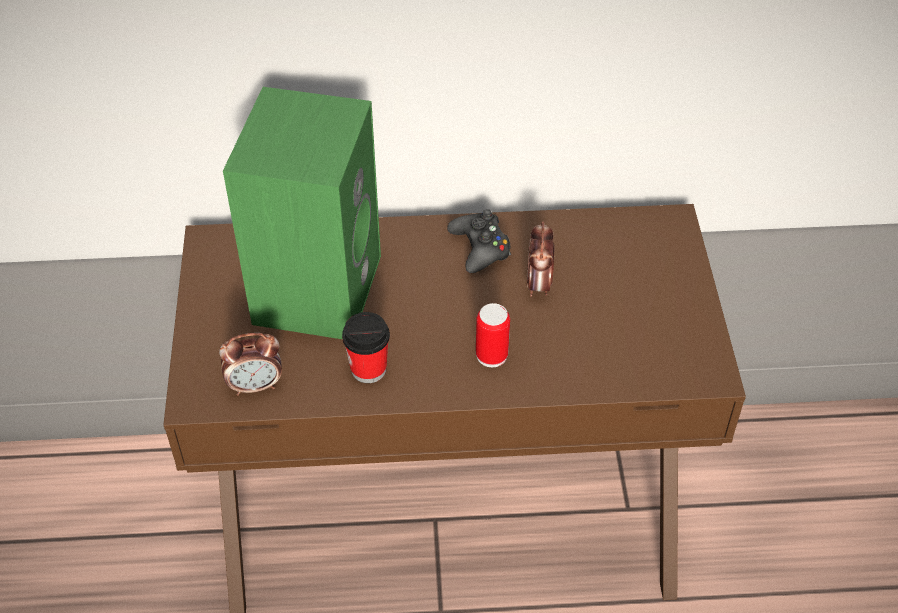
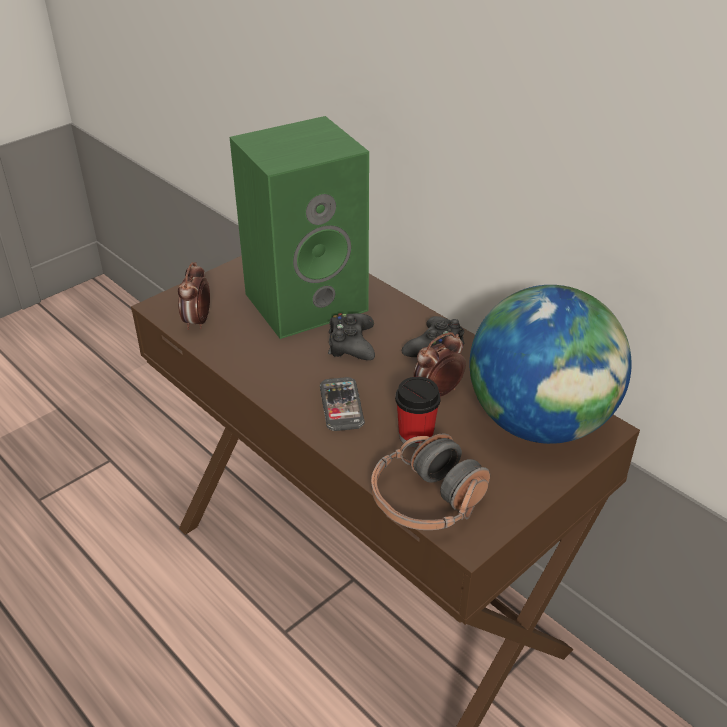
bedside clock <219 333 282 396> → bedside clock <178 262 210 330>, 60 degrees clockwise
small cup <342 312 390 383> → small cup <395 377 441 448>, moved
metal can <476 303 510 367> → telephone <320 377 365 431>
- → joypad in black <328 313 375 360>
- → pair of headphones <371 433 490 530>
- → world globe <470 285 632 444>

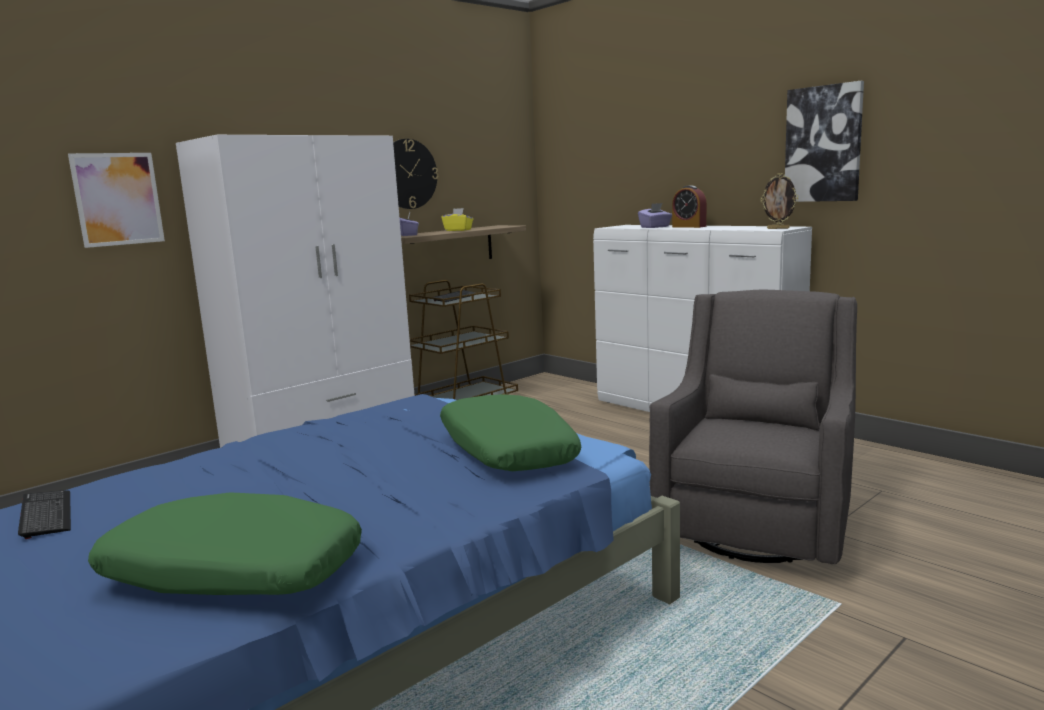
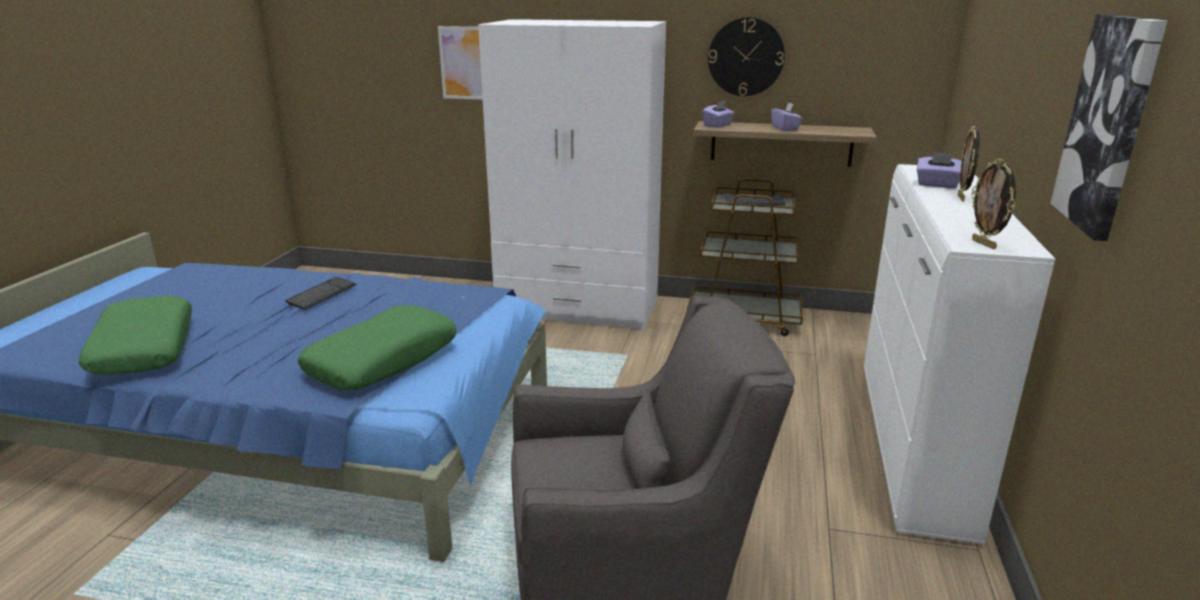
keyboard <18 490 71 539> → keyboard <285 277 356 310>, moved
box of tissues in yellow-coloured <441 208 473 231> → box of tissues in purple-coloured <771 102 802 131>
bedside clock <672 185 707 228> → photo frame <958 126 980 202>

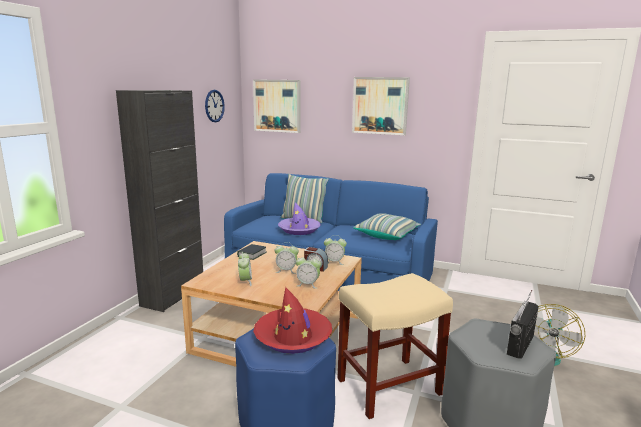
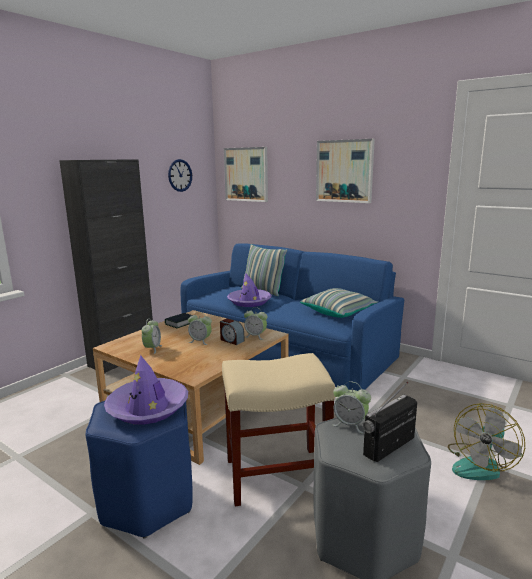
clothing hat in red-coloured <253 287 332 354> → clothing hat in purple-coloured <104 355 188 425>
bedside clock <296 254 321 289> → bedside clock <333 381 371 434>, moved

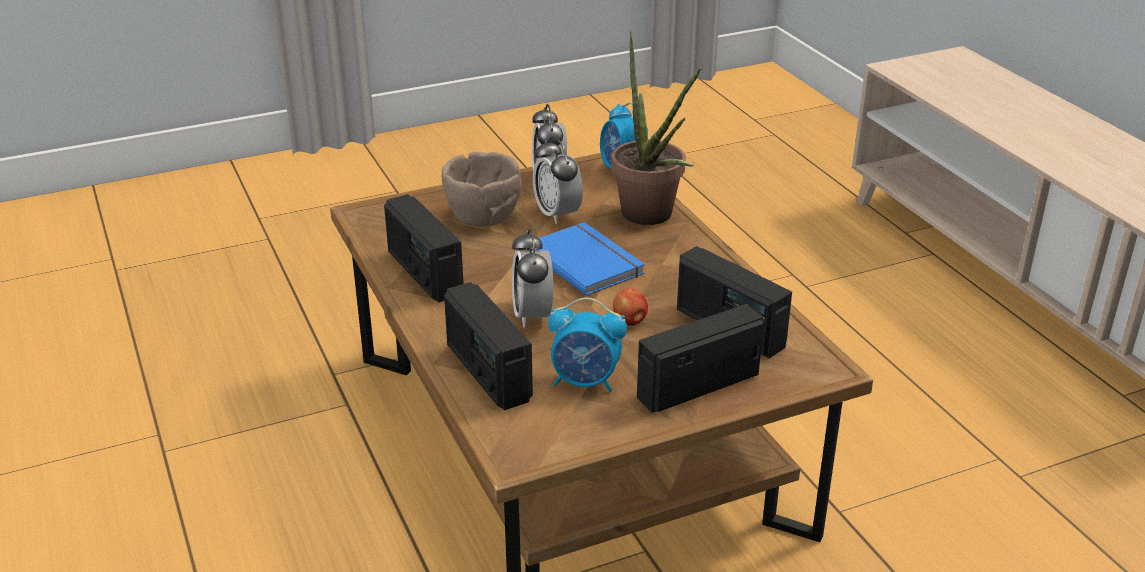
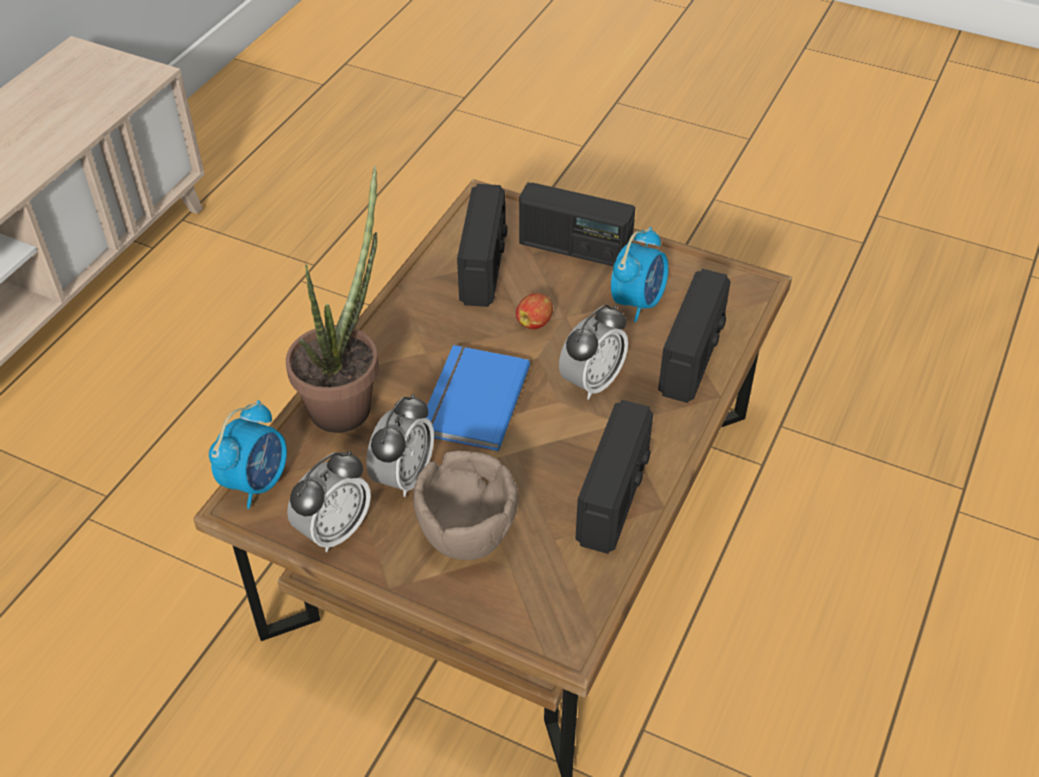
bedside clock <548 297 627 392> → bedside clock <611 227 668 322>, 60 degrees clockwise

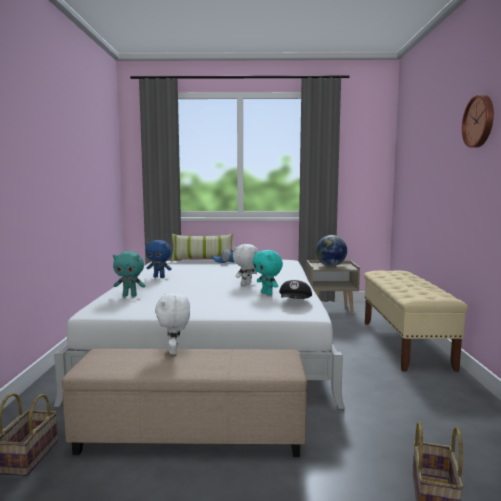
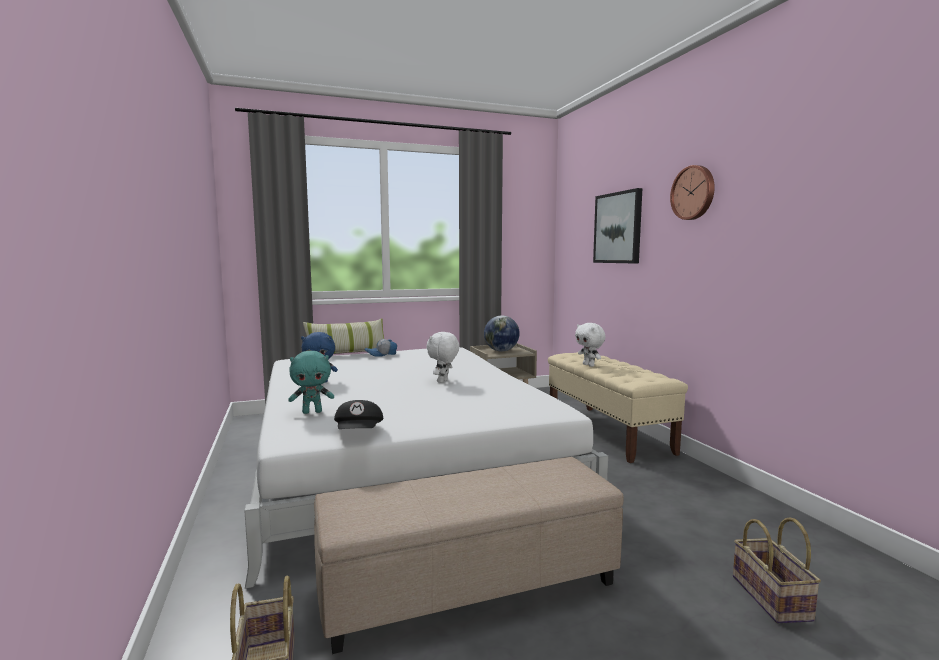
cuddly toy in whitish <155 293 190 355> → cuddly toy in whitish <575 323 606 367>, moved
cuddly toy in turquoise <253 250 283 295> → -
baseball cap in black <279 280 312 299> → baseball cap in black <334 400 384 429>, moved
- → wall art <593 188 642 263>

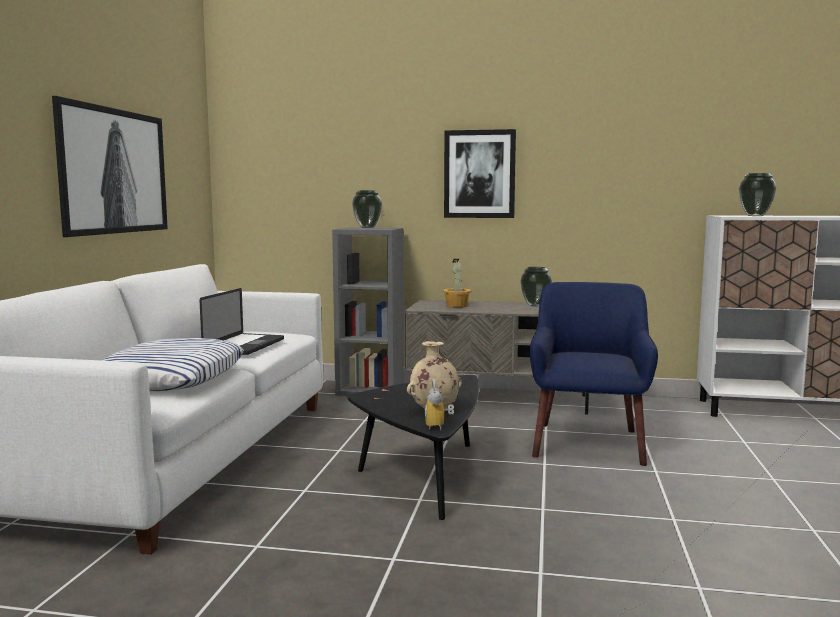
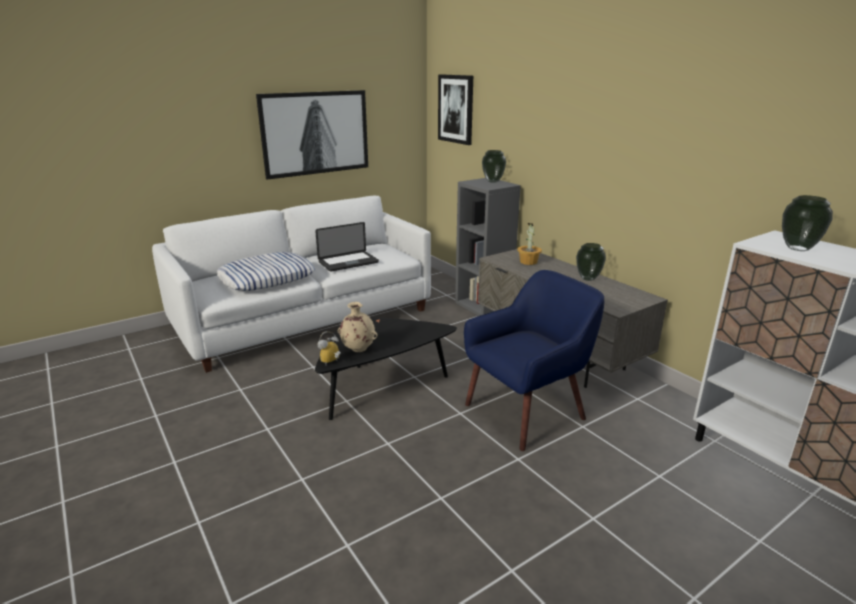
wall art <444 129 516 218> → wall art <438 74 473 145>, moved

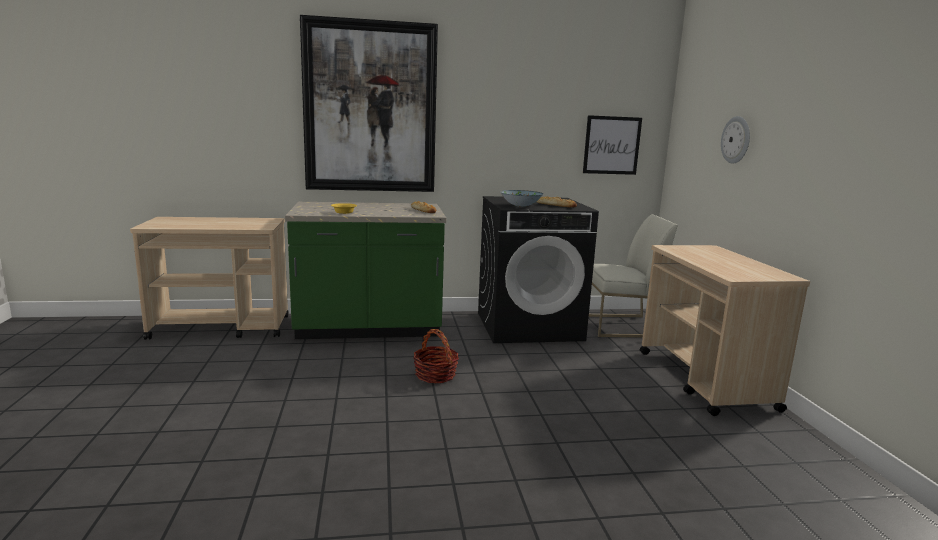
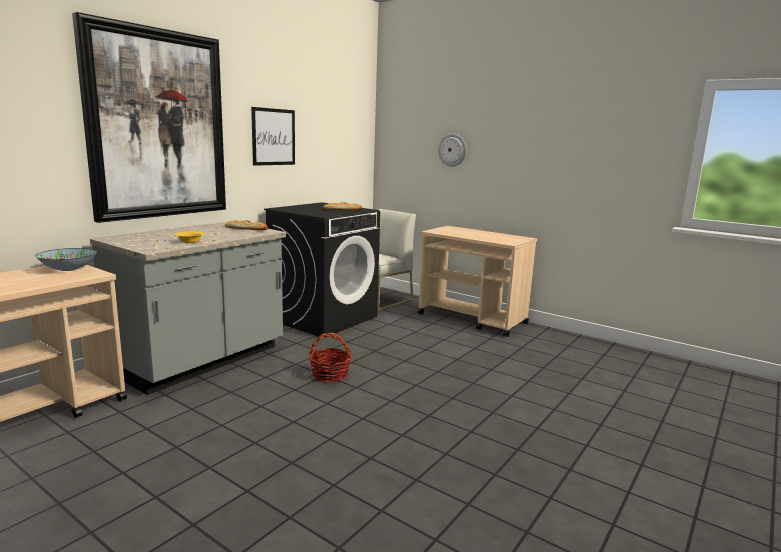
kitchen base unit in green <285 202 446 339> → kitchen base unit in gray <90 221 286 395>
serving bowl <500 190 543 207> → serving bowl <35 248 97 271>, moved
wall art <583 115 642 175> → wall art <251 107 295 166>, moved

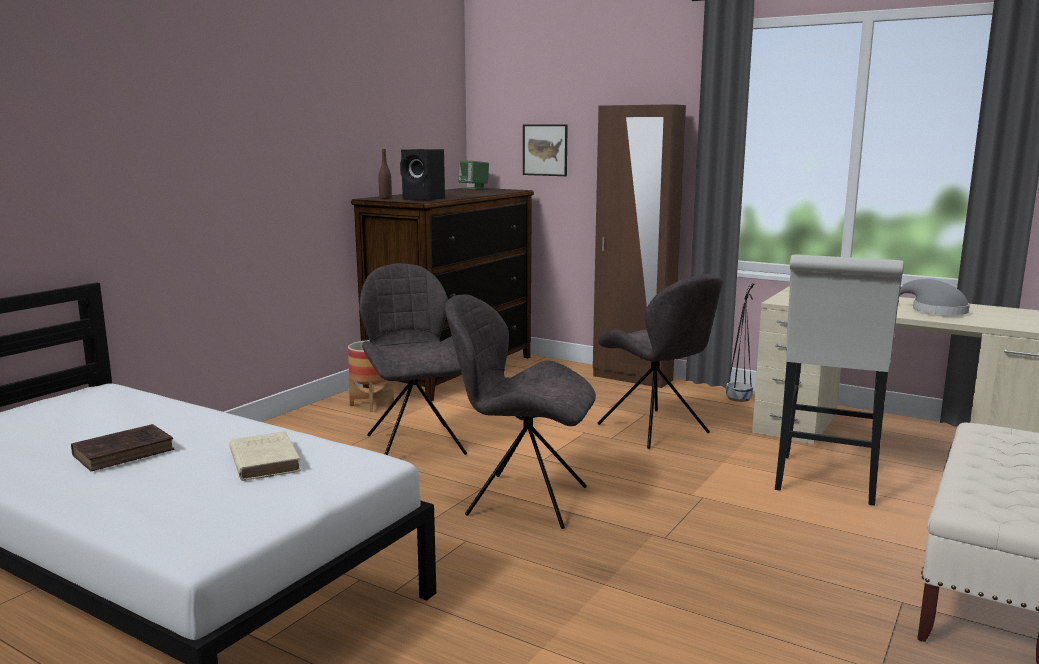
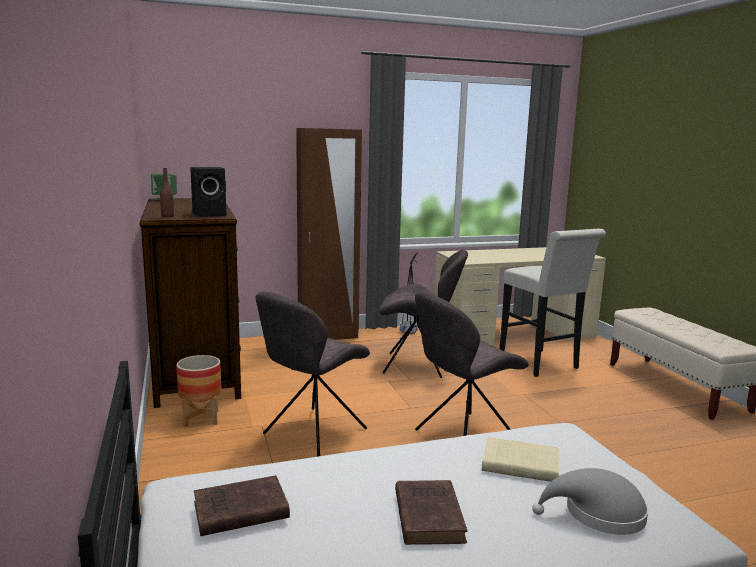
plain chair in gray <359 263 467 455> → plain chair in gray <255 292 370 457>, 75 degrees counterclockwise
wall art <523 124 568 176> → -
clothing hat in gray <898 279 970 315> → clothing hat in gray <532 468 648 535>, moved
- → book in brown <194 475 290 536>

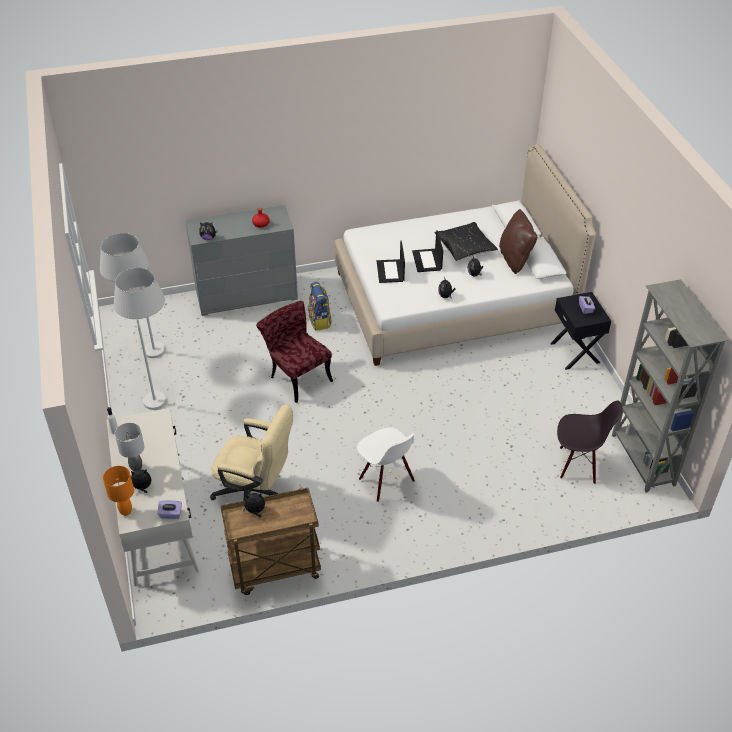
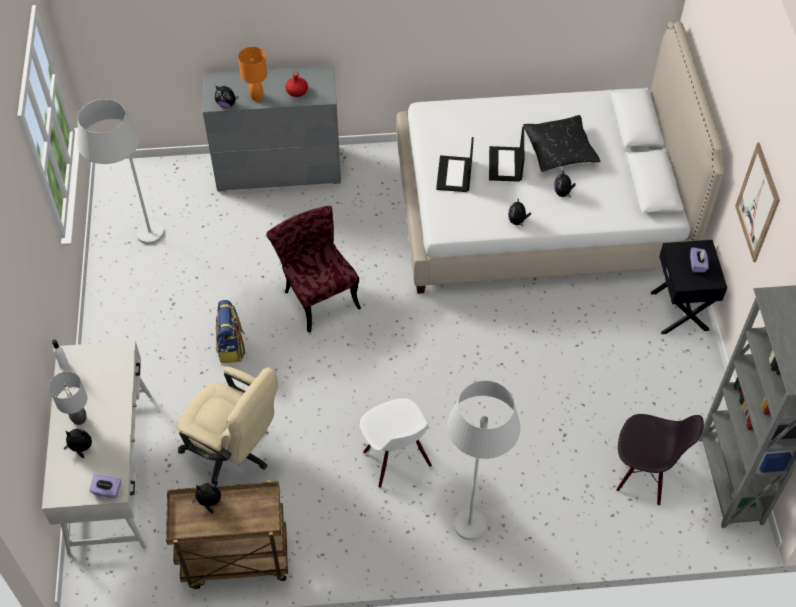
tabletop lamp in orange-coloured <103 466 134 516> → tabletop lamp in orange-coloured <238 47 267 101>, moved
floor lamp in whitish <114 268 166 410> → floor lamp in whitish <447 381 520 540>, moved
knapsack <308 282 332 331> → knapsack <216 300 246 363>, moved
throw pillow in brown <499 209 537 274> → -
- → wall art <735 143 780 262>

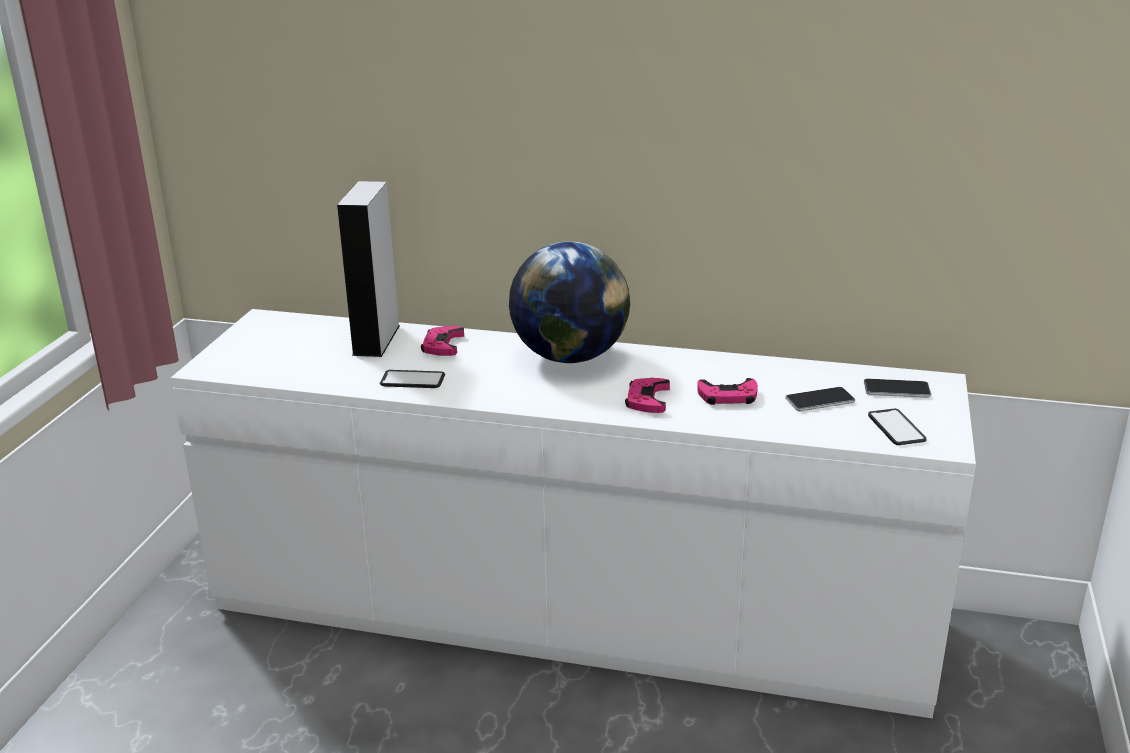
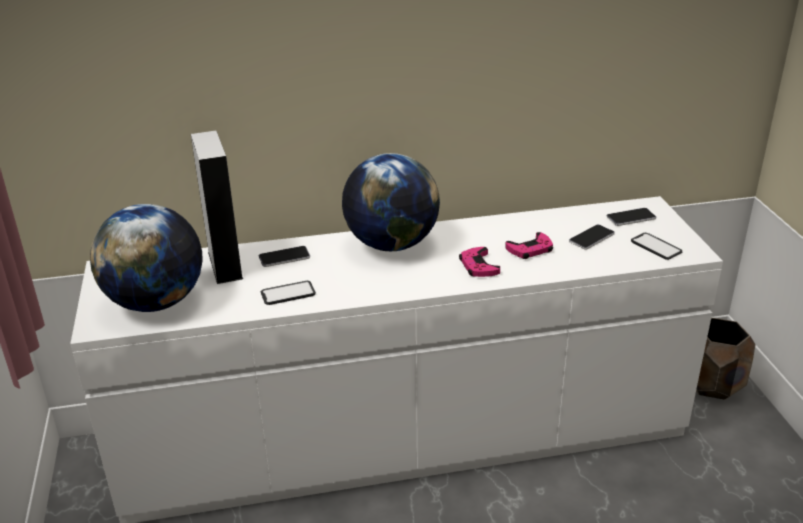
joypad in pink-coloured <421 326 464 356> → telephone <259 246 310 267>
- → world globe <90 204 203 312>
- → planter in brown <696 318 756 400>

